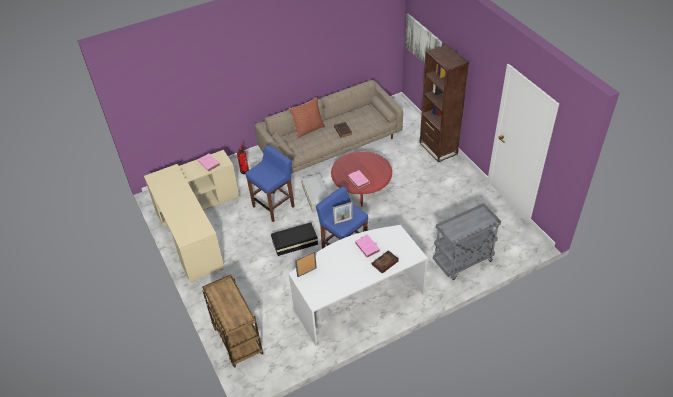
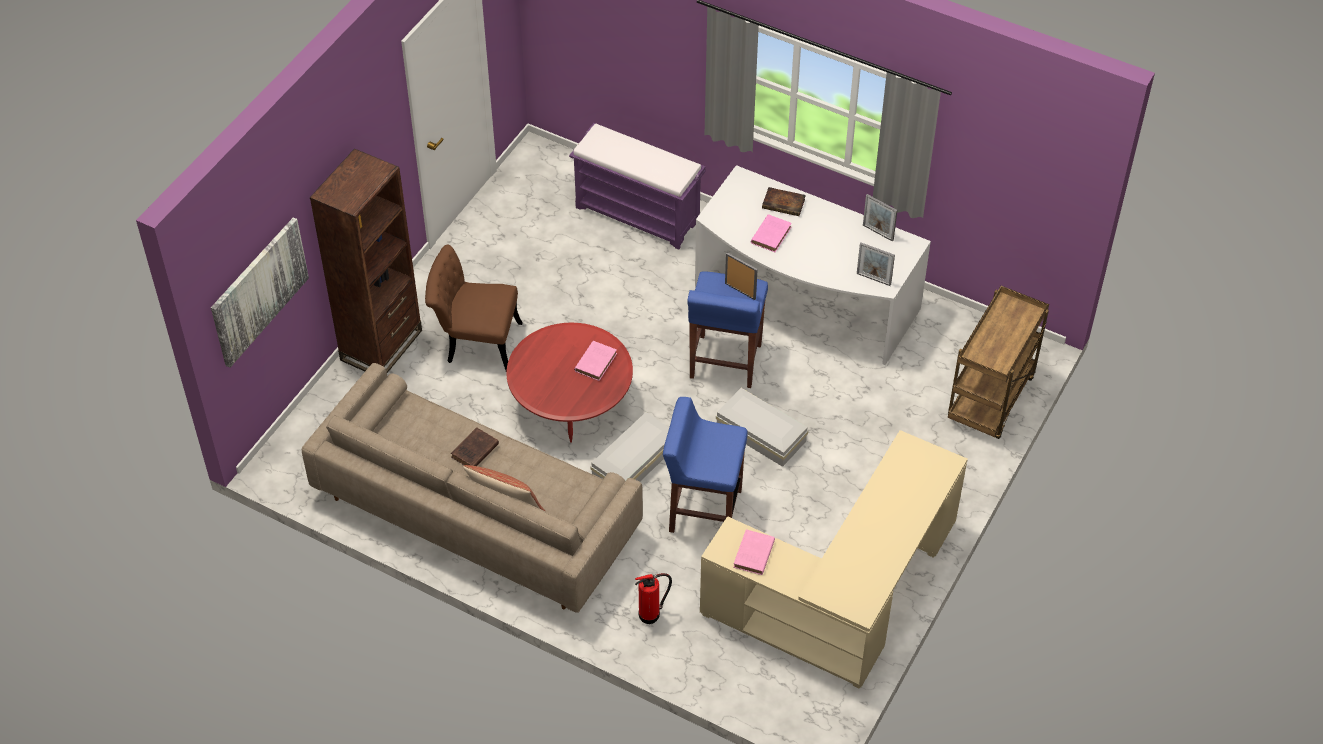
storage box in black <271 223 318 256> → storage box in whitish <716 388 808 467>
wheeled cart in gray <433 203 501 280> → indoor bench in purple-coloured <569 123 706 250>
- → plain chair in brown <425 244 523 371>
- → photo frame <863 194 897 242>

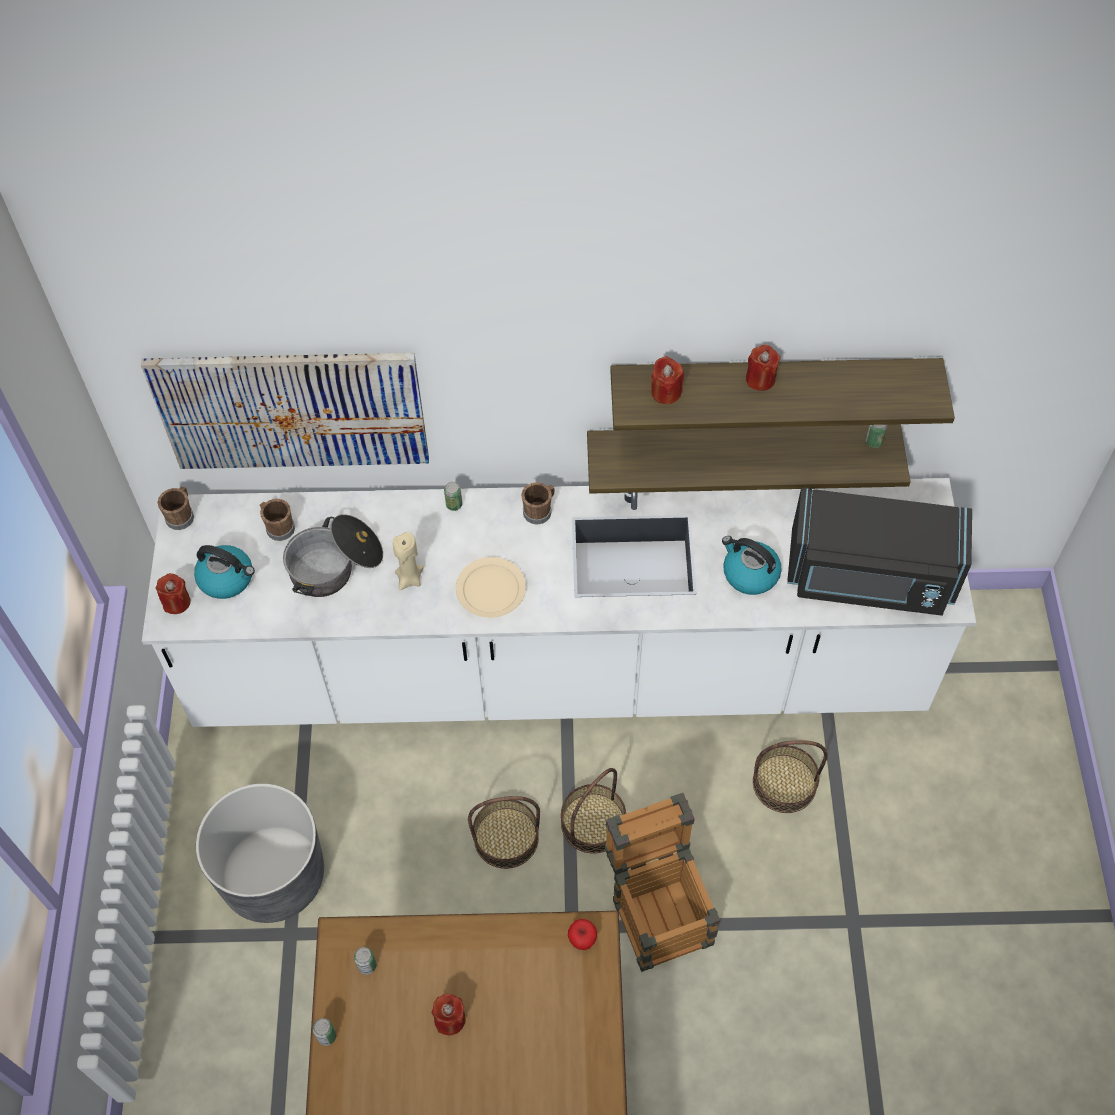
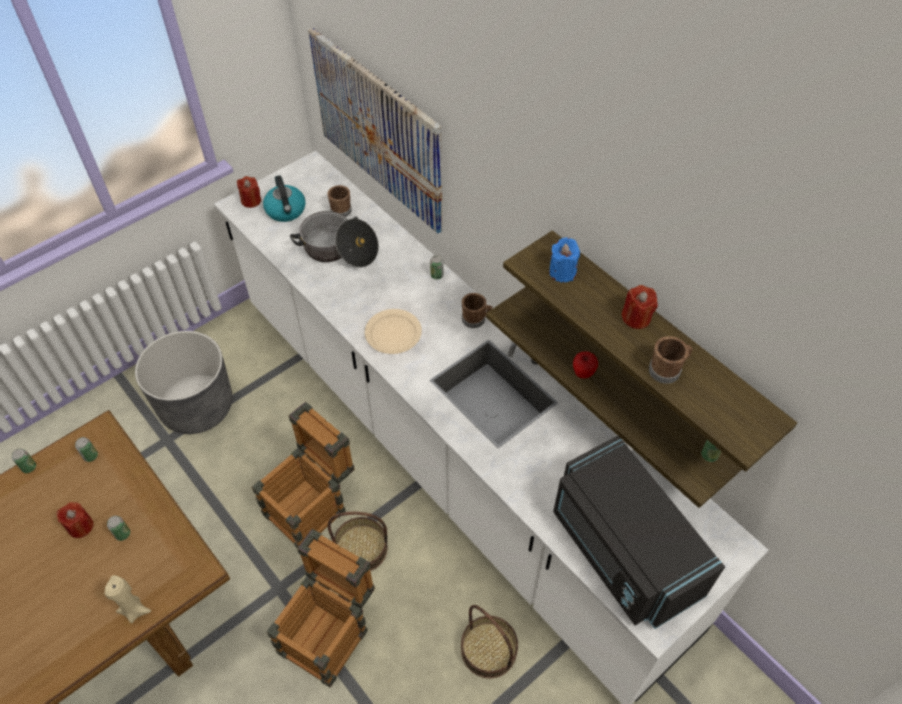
mug in brown <158 487 194 530> → mug in brown <649 336 693 384>, moved
wax candle in sand-coloured <393 532 424 591> → wax candle in sand-coloured <105 575 151 623>, moved
household basket <468 796 540 869> → packing crate <252 402 355 548>
whole apple <568 919 597 950> → whole apple <573 351 598 378>, moved
wax candle in red-coloured <651 356 684 404> → wax candle in blue-coloured <549 237 580 282>
tea kettle <722 536 782 595> → -
- → metal can <107 516 130 541>

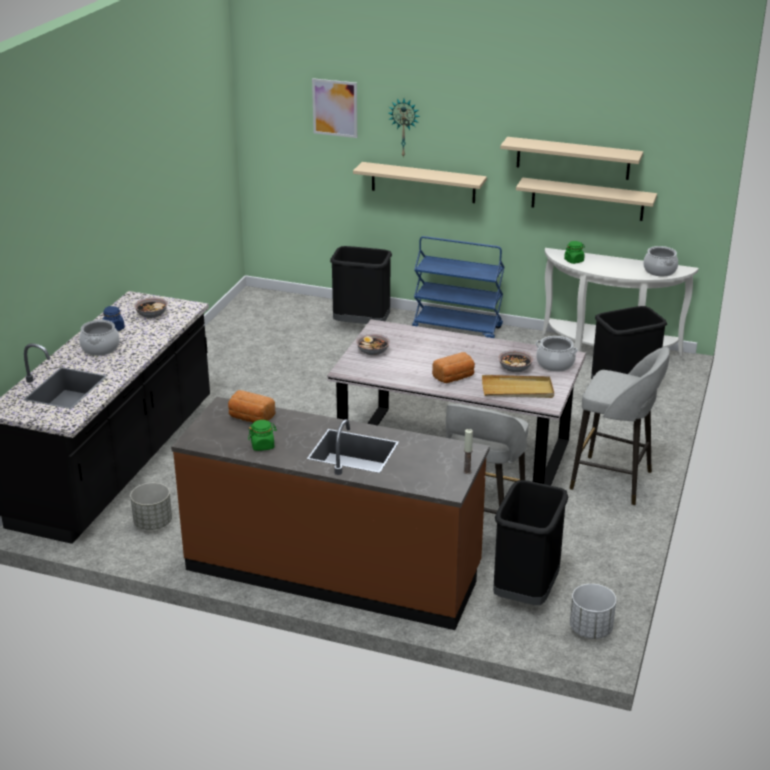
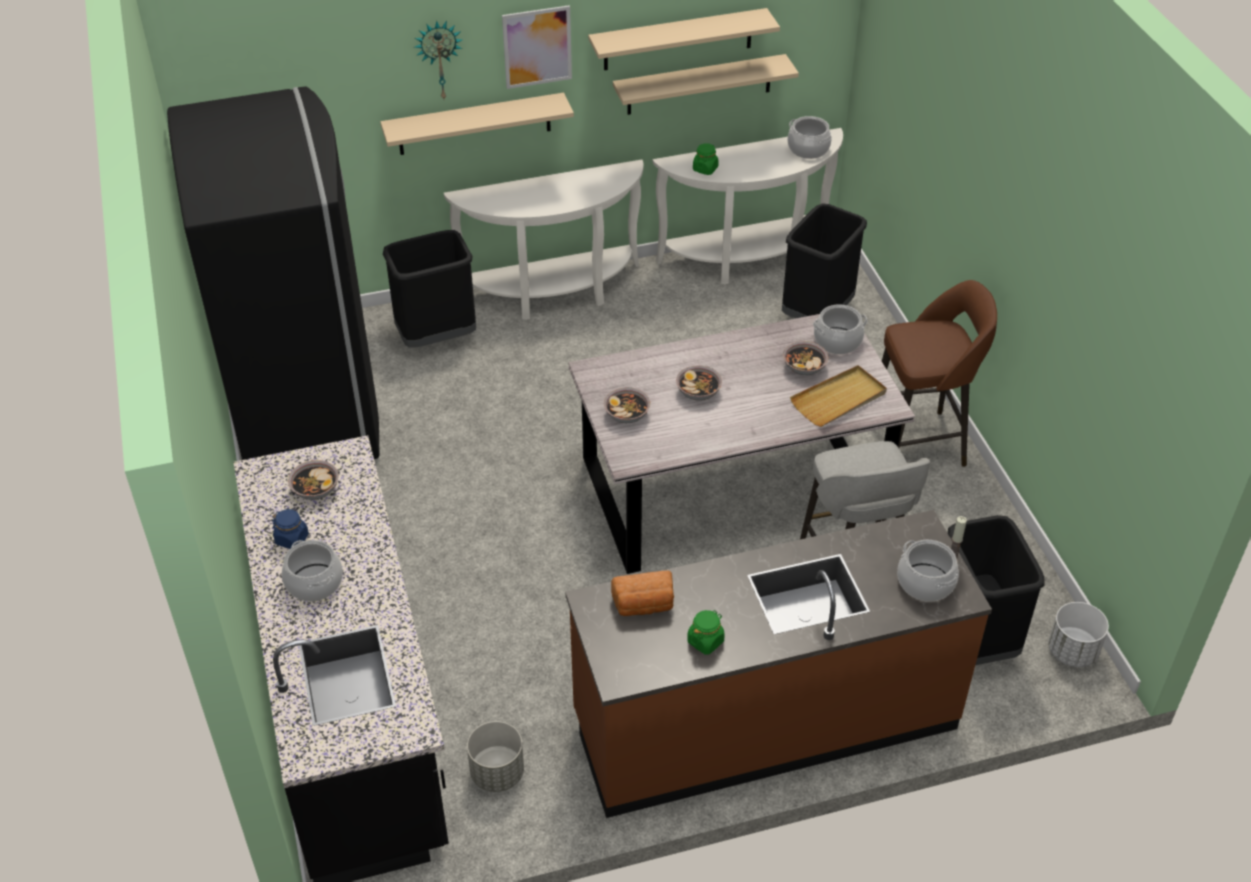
wall art <312 78 357 138> → wall art <502 5 572 89>, moved
wheeled cart in blue-coloured <412 236 504 338> → console table in whitish <444 160 644 320>
bakery bread <432 352 475 383> → -
stool in gray <569 347 670 505> → stool in brown <882 280 997 467>
- → kitchen fridge in black <167 86 379 460>
- → serving bowl <676 365 722 401>
- → stockpot <897 540 959 602>

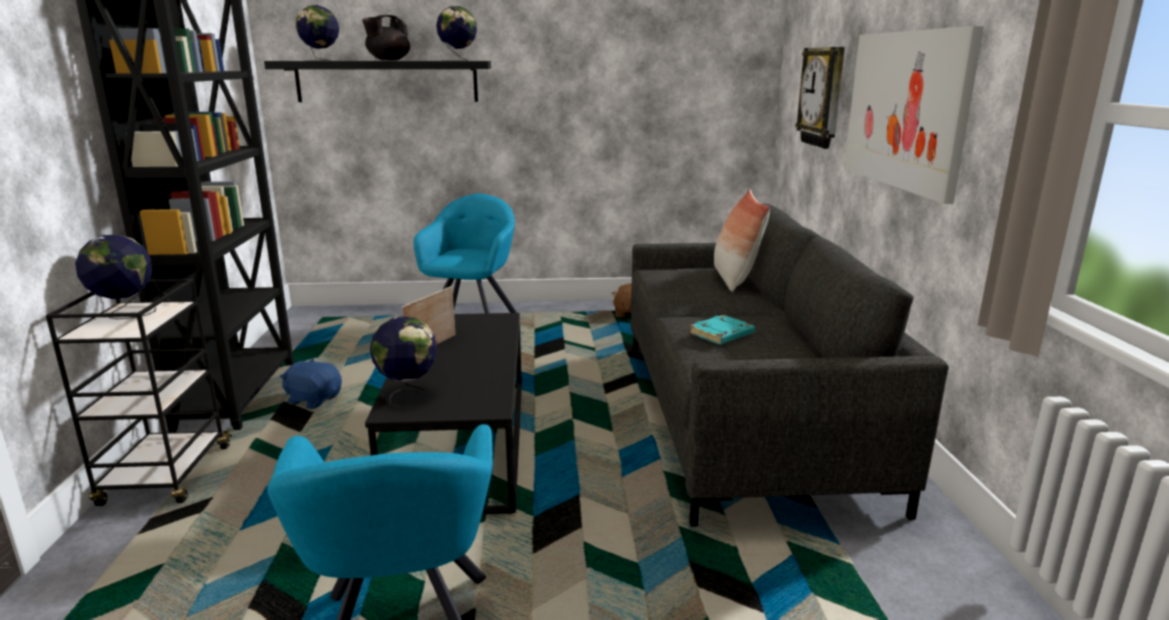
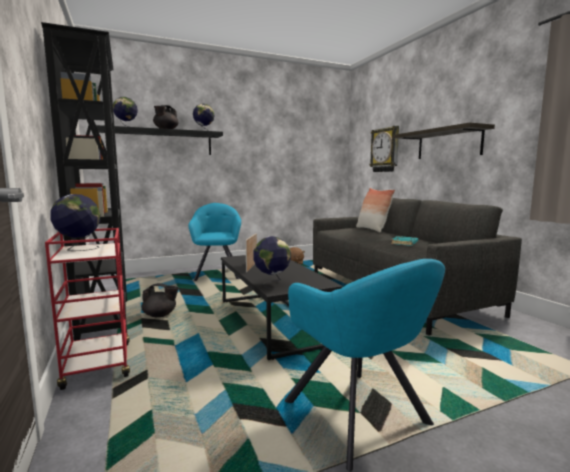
wheeled cart in black <46 279 232 506> → wheeled cart in red-coloured <45 228 130 390>
cuddly toy in blue-coloured <280 358 342 409> → teapot in black <141 283 179 317>
wall art <844 26 984 204> → bracket shelf <392 122 495 159>

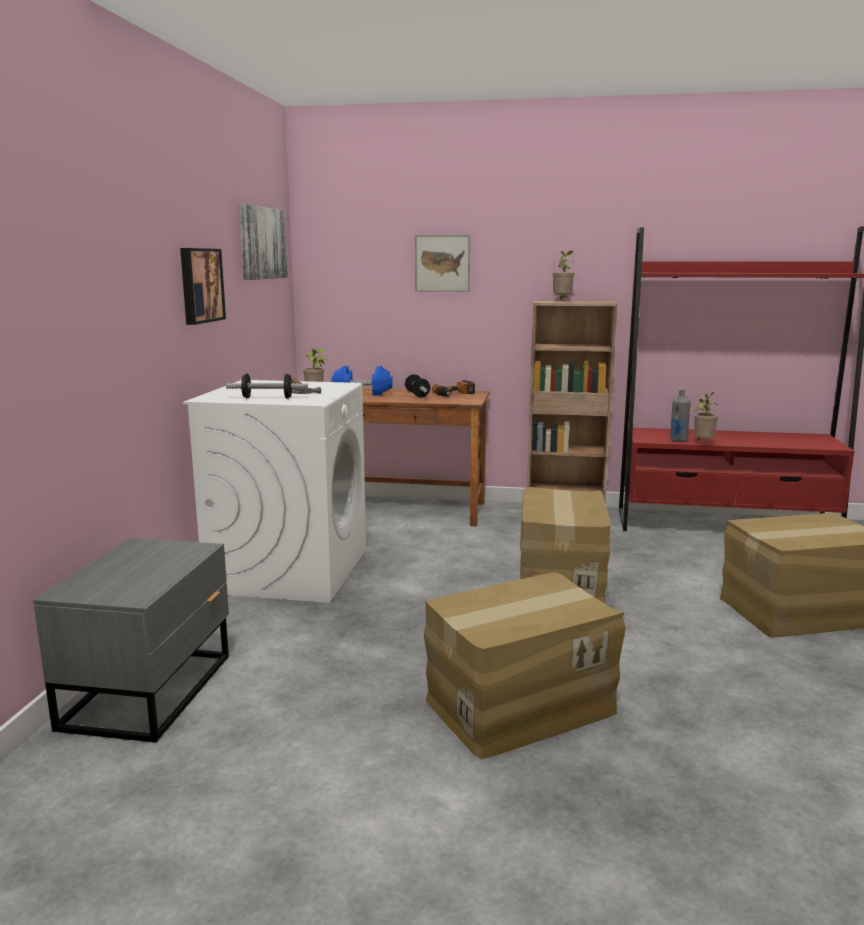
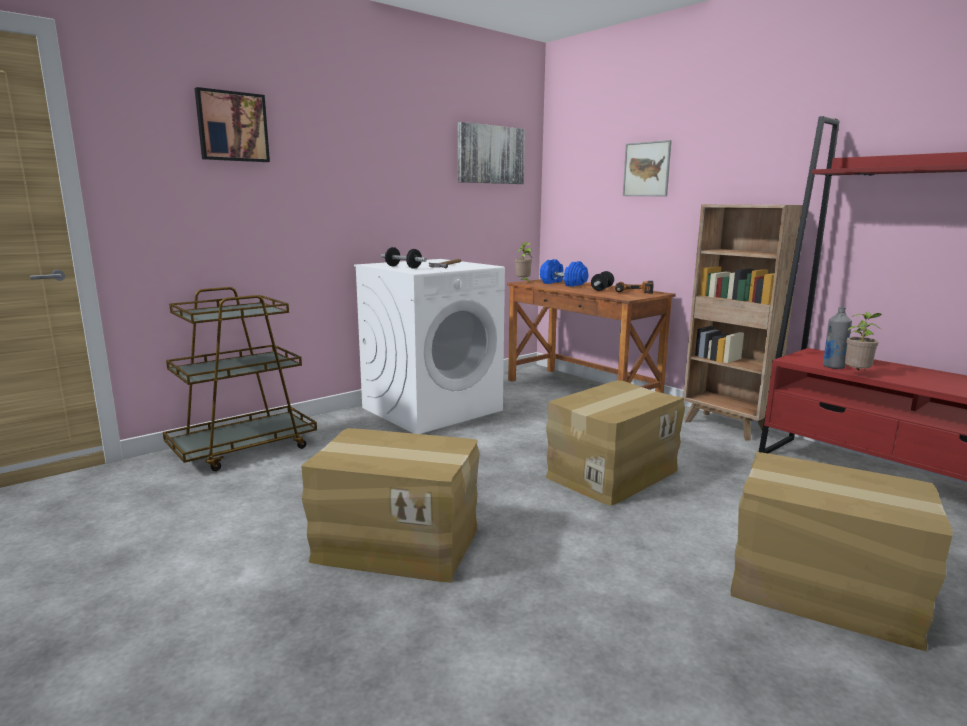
bedside table in gray <33 538 229 743> → wheeled cart in brown <163 287 317 471>
wall art <180 248 226 325> → wall art <195 87 270 162>, moved
plant in a pot <553 251 575 300> → -

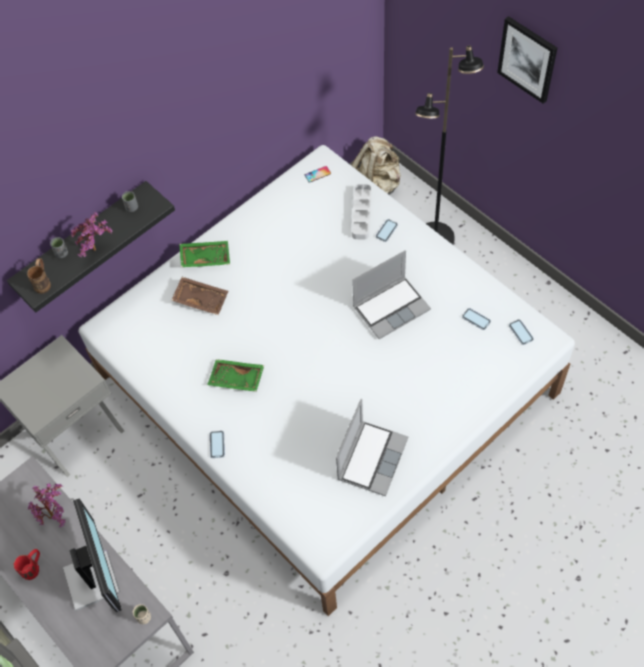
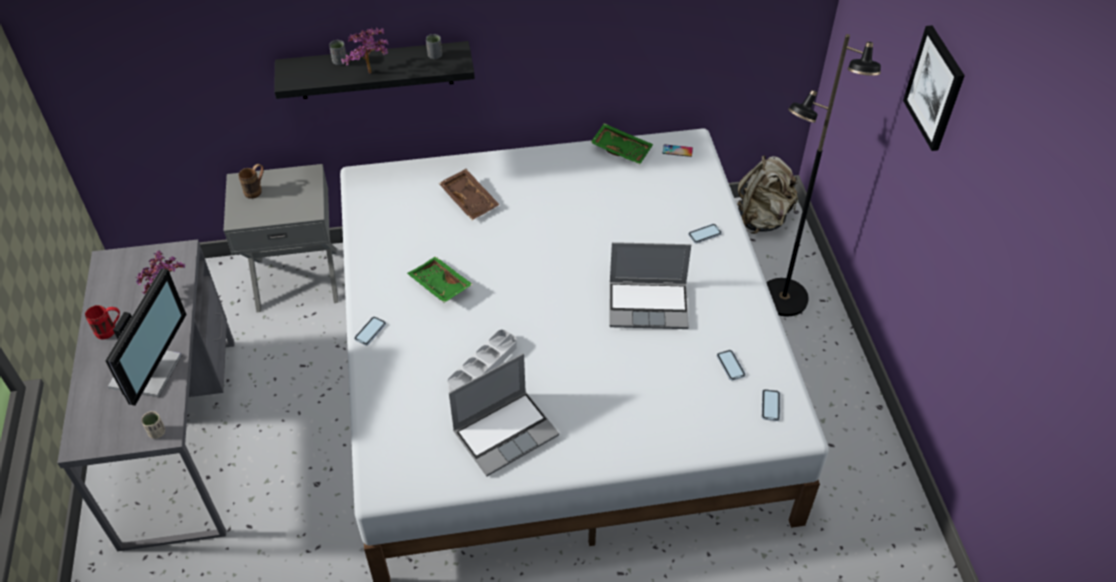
mug in brown <27 258 51 294> → mug in brown <238 164 264 199>, moved
serving tray in green <179 241 230 267> → serving tray in green <590 123 653 165>, moved
serving tray in gray <352 184 371 240> → serving tray in gray <447 329 517 392>, moved

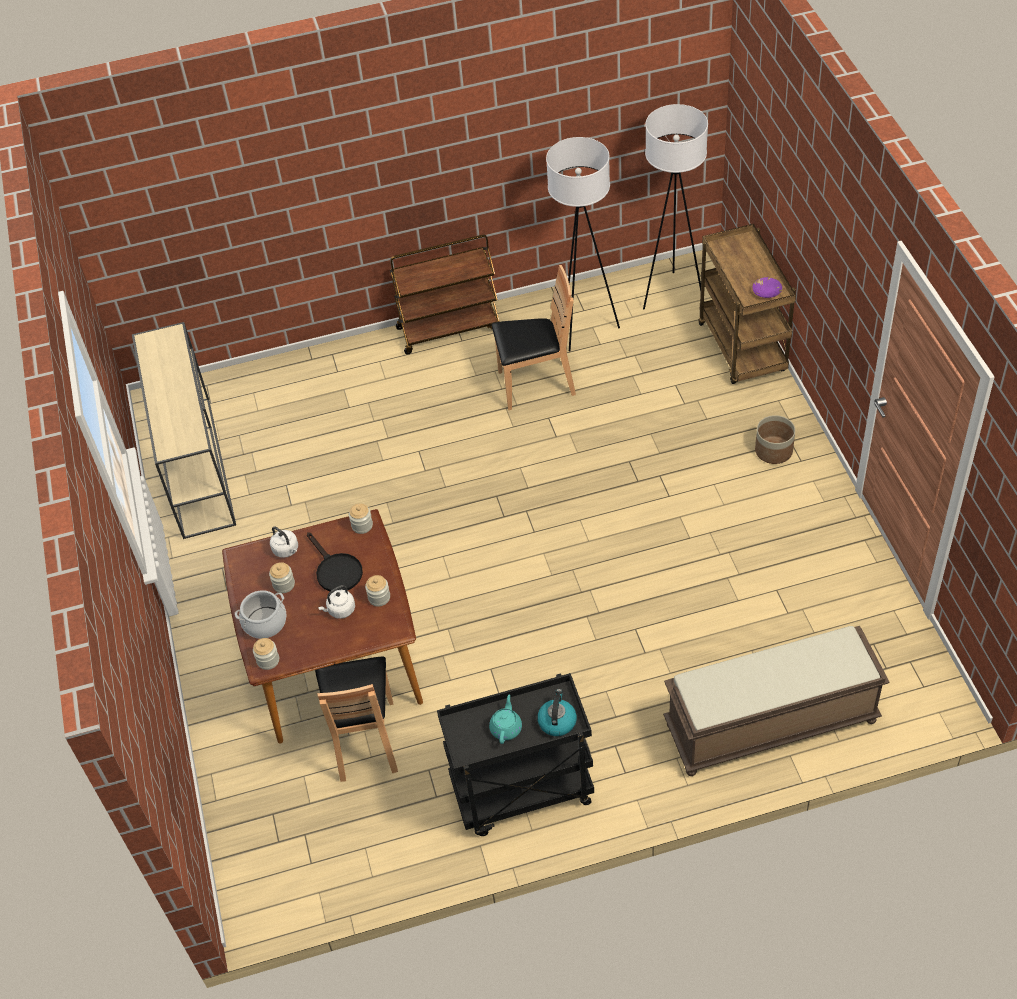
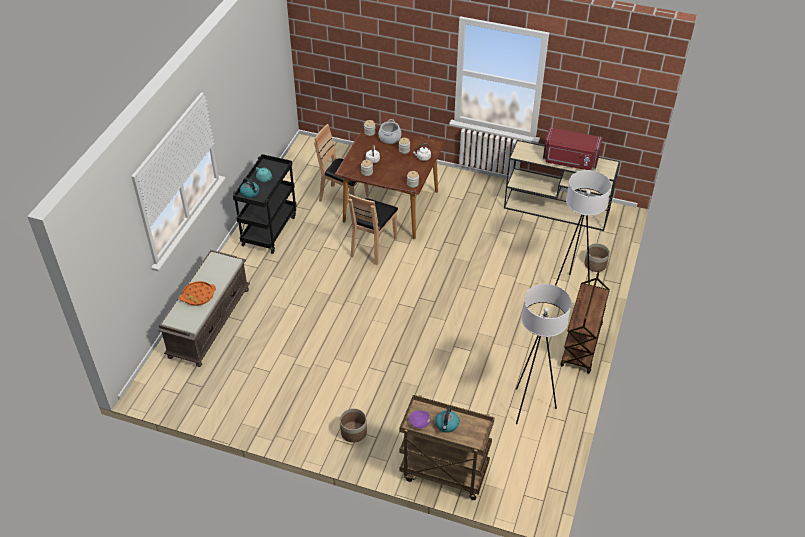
pan in black <307 532 363 591> → -
plain chair in brown <492 265 576 410> → plain chair in brown <348 194 398 265>, moved
floor lamp in whitish <643 104 708 309> → floor lamp in whitish <555 170 611 286>, moved
- → serving tray in orange-coloured <179 281 216 306>
- → tea kettle <435 407 459 433>
- → microwave in red-coloured <543 127 603 170>
- → planter <584 243 610 272>

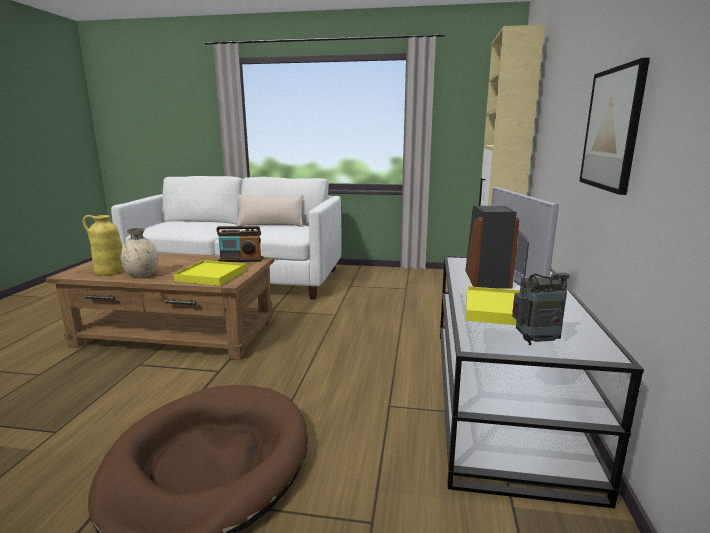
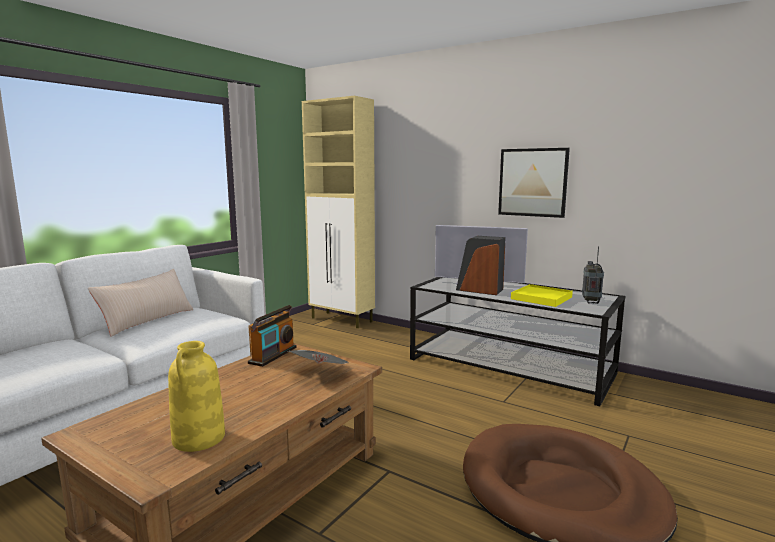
decorative vase in sand-coloured <121 228 159 277> → -
serving tray in yellow-coloured <173 260 246 286> → daily paper <288 350 349 364>

